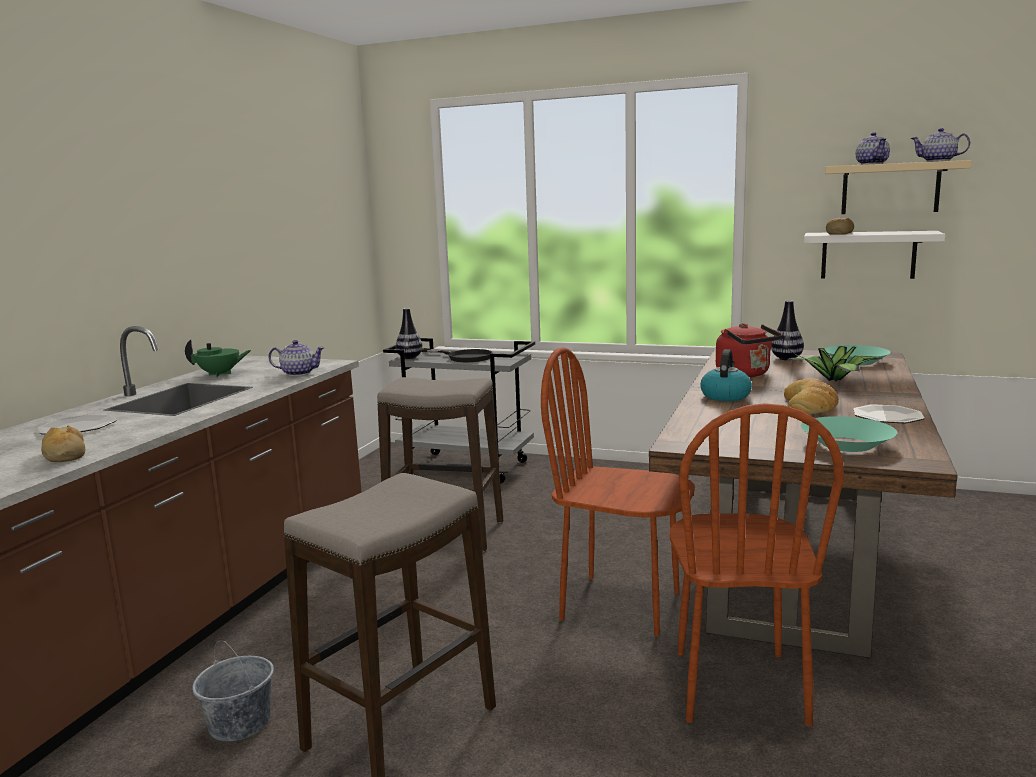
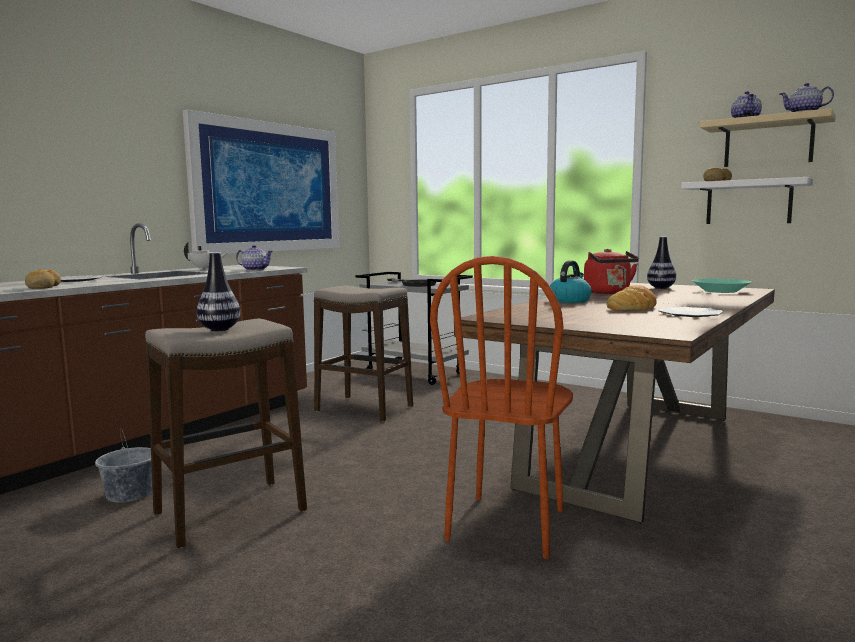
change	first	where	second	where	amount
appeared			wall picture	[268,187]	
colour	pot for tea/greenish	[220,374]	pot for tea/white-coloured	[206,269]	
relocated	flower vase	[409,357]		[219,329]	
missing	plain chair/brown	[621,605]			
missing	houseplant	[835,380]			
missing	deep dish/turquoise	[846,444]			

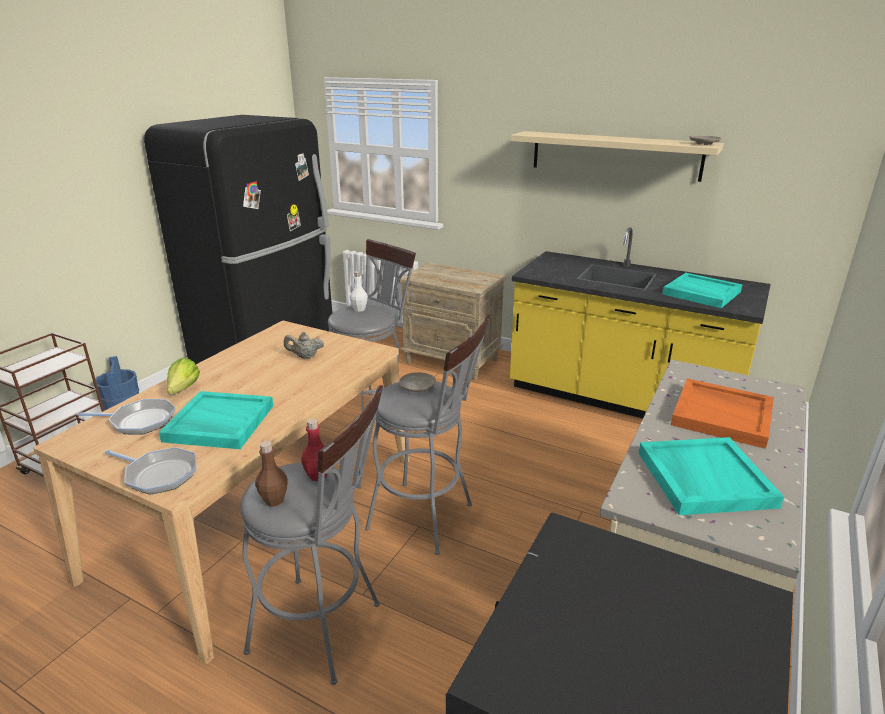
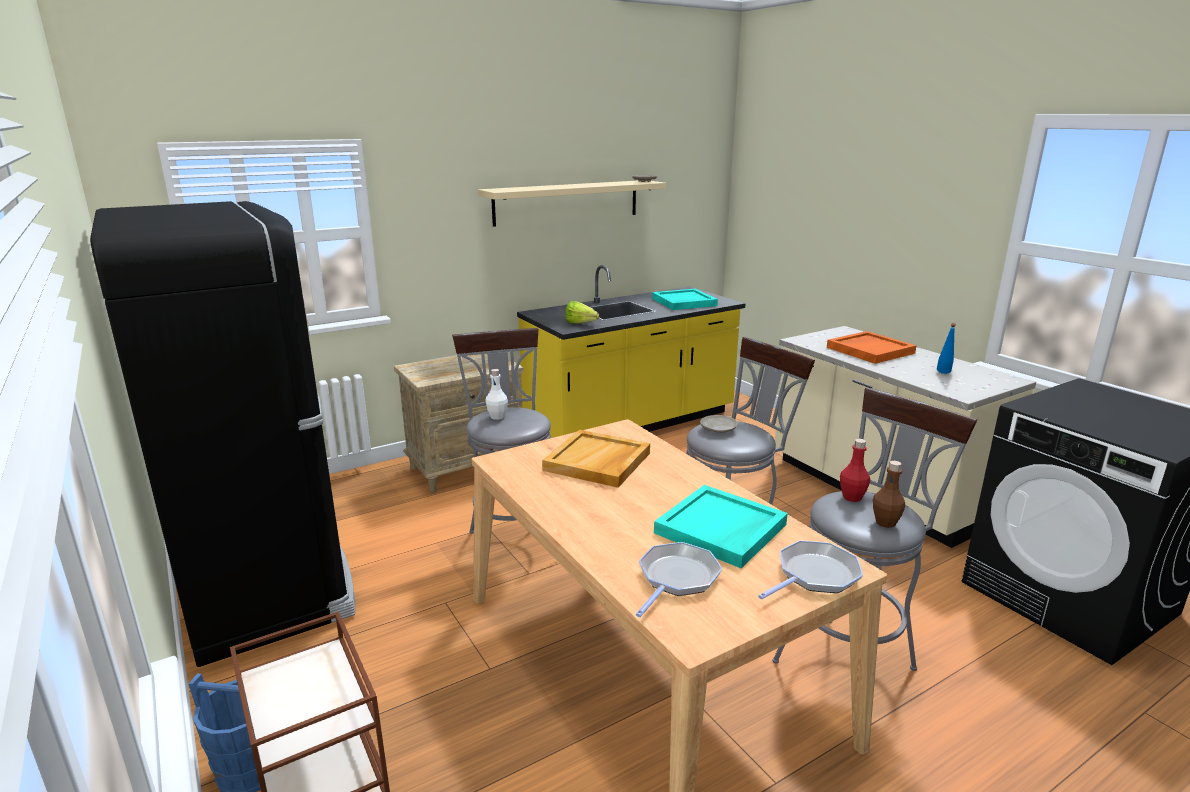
change	first	where	second	where	amount
exchanged	pot for tea/sand-coloured	[305,357]	serving tray/sand-coloured	[597,462]	
relocated	lettuce	[181,392]		[582,324]	
exchanged	serving tray/turquoise	[703,478]	bottle/blue	[943,374]	

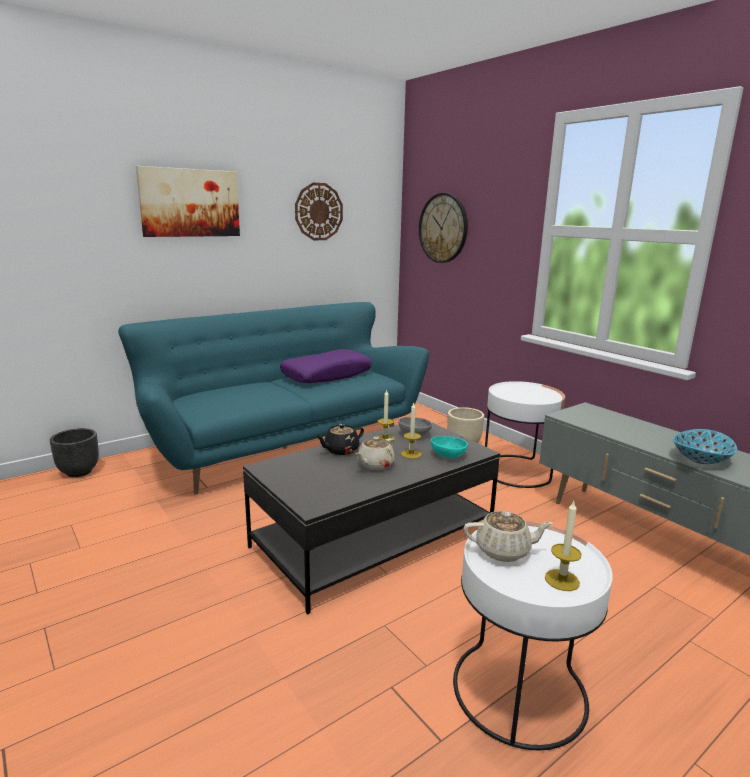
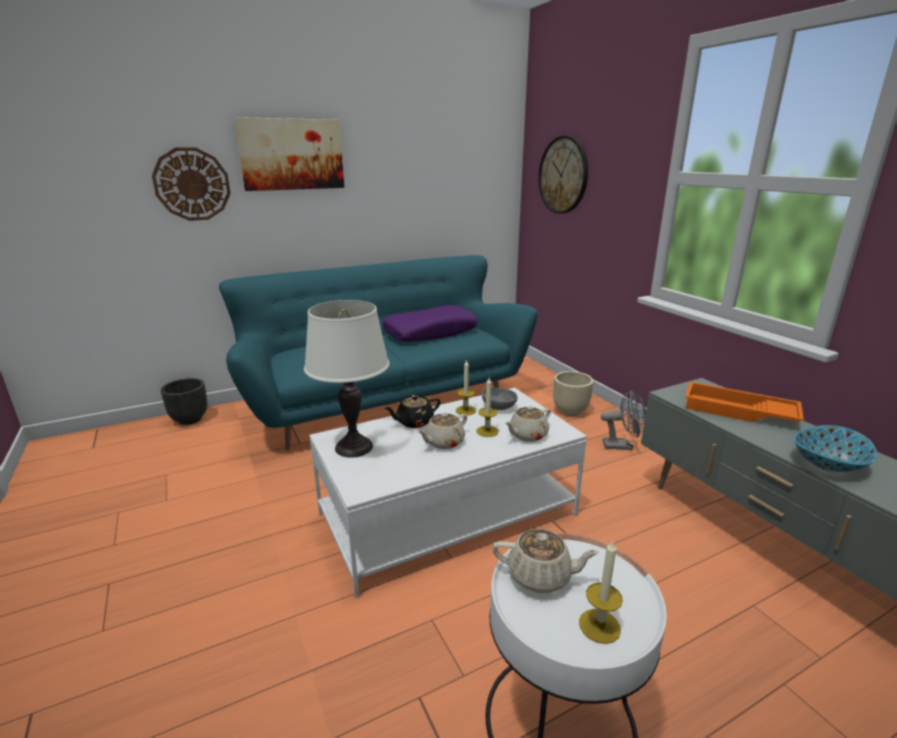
change	first	where	second	where	amount
relocated	clock on the wall	[318,211]		[192,184]	
appeared			tabletop lamp/white-coloured	[354,447]	
colour	lounge table/black-coloured	[374,538]	lounge table/white-coloured	[448,514]	
exchanged	deep dish/turquoise	[448,455]	pot for tea/sand-coloured	[527,435]	
exchanged	end table/white-coloured	[517,471]	cooling fan/grey	[622,445]	
appeared			serving tray/orange-coloured	[738,412]	

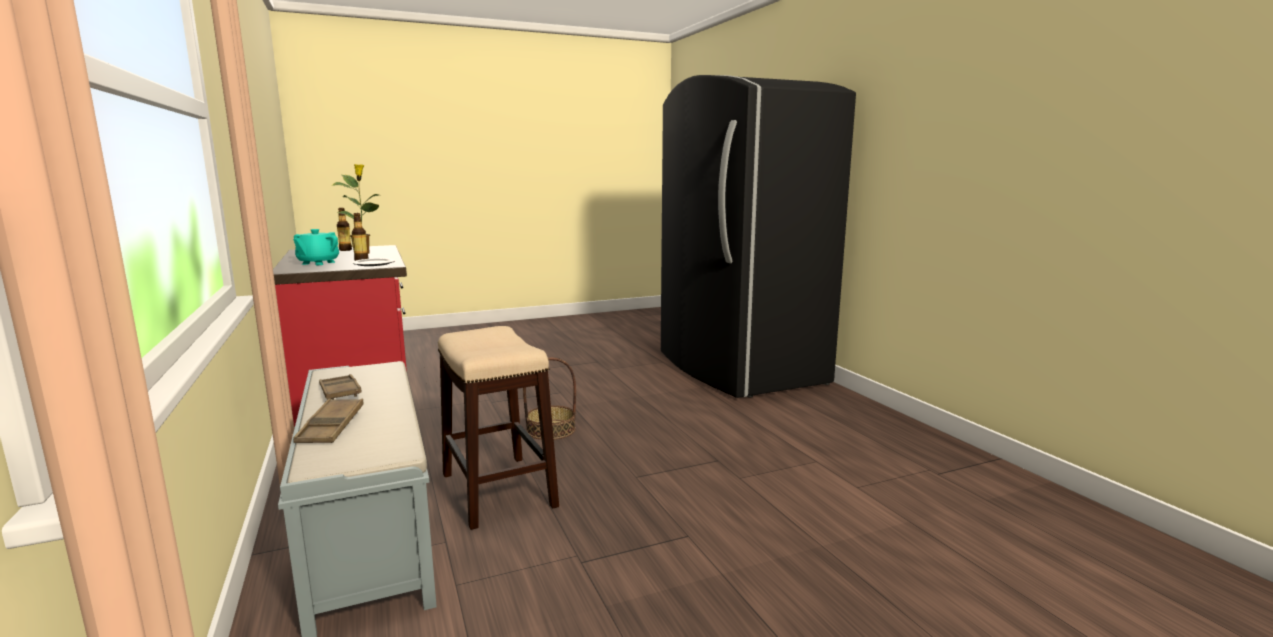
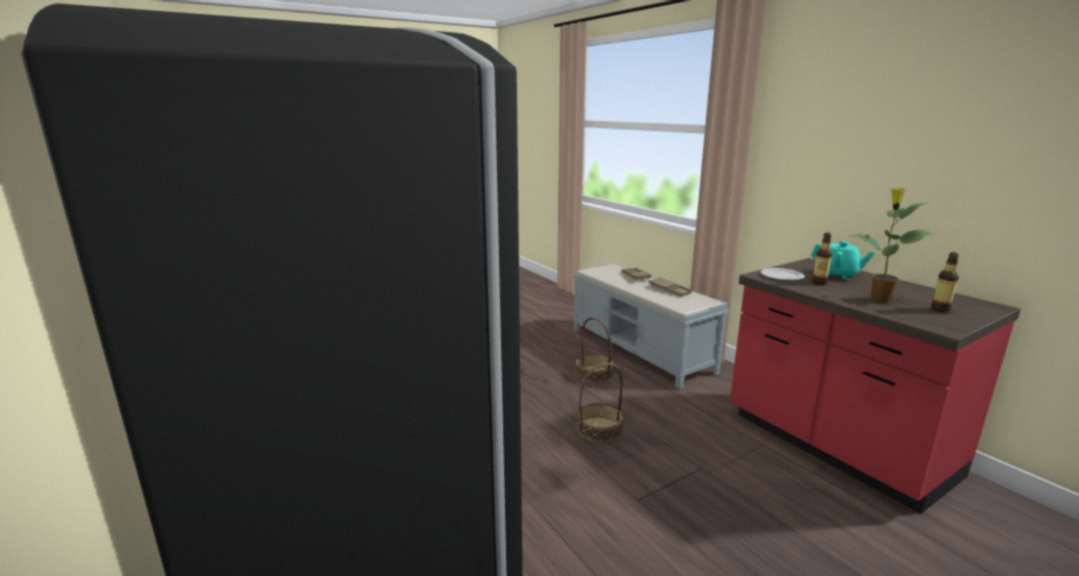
change	first	where	second	where	amount
exchanged	stool	[497,489]	storage basket	[594,374]	
spun	pot for tea/turquoise	[318,263]		[838,275]	120 degrees clockwise

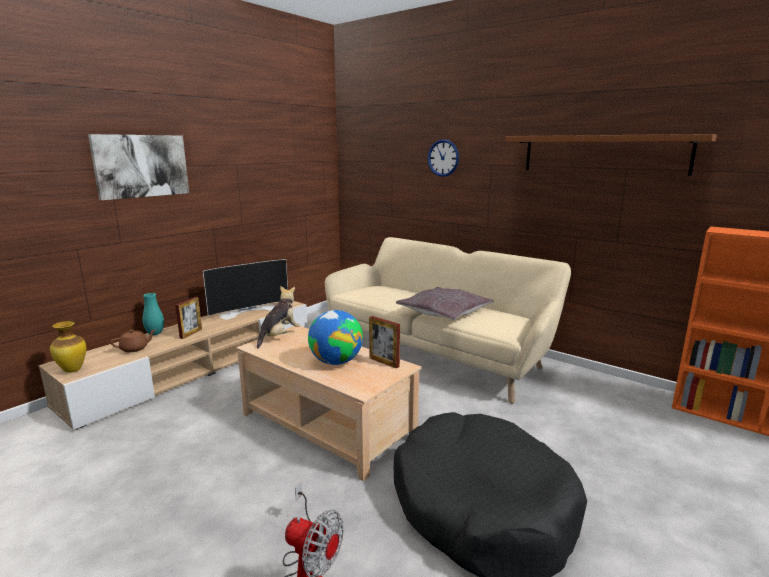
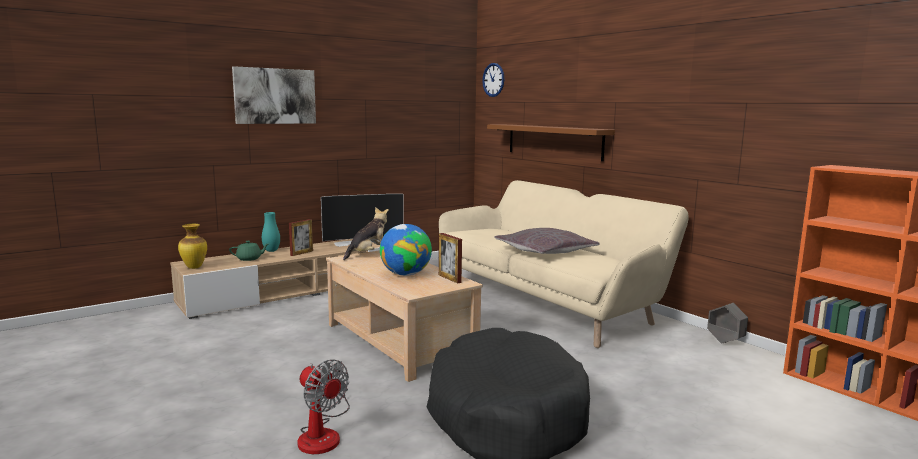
change	first	where	second	where	amount
colour	pot for tea/brown	[135,348]	pot for tea/greenish	[249,259]	
relocated	clock on the wall	[443,158]		[493,80]	
relocated	bracket shelf/brown	[603,154]		[553,141]	
appeared			flower pot/grey	[725,341]	

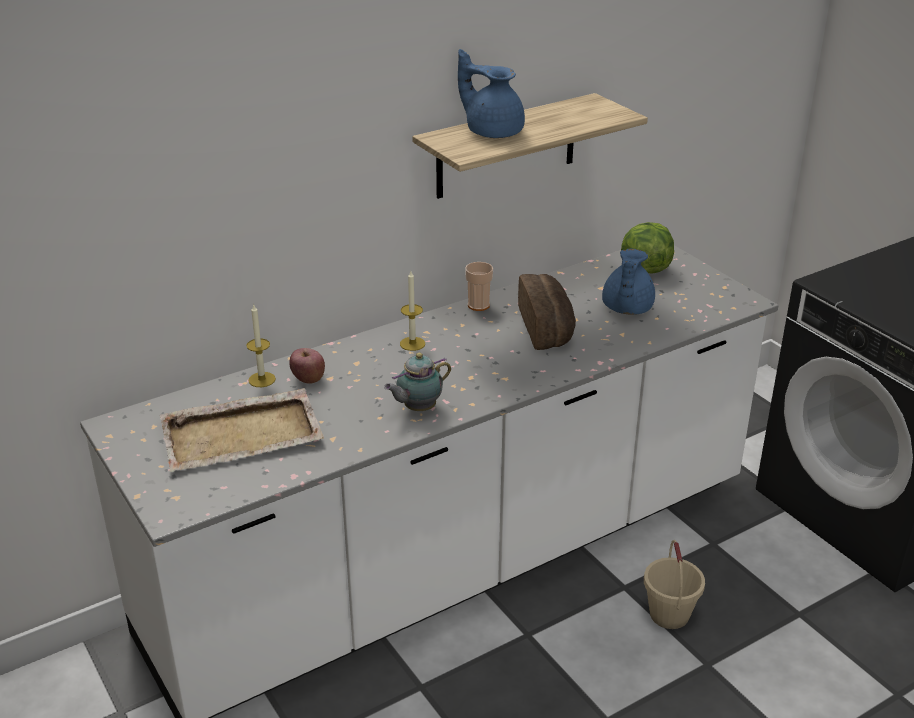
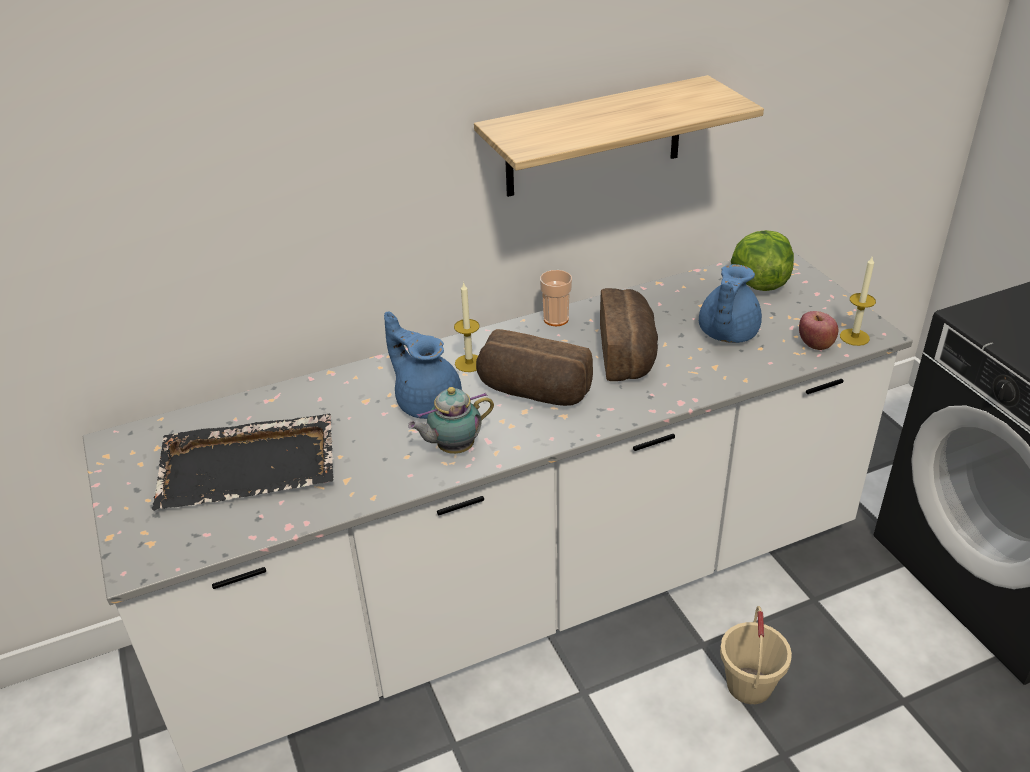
change	first	where	second	where	amount
colour	serving tray/sand-coloured	[243,434]	serving tray/black-coloured	[249,466]	
relocated	pot for tea/blue	[492,131]		[427,401]	
appeared			bread	[533,392]	
relocated	whole apple	[308,379]		[815,344]	
relocated	wax candle	[262,379]		[854,337]	

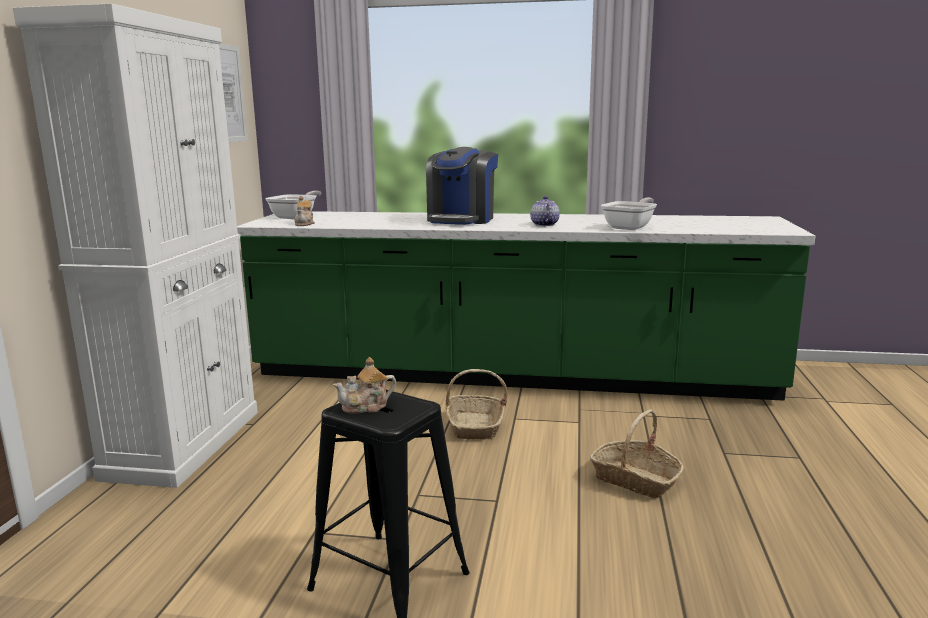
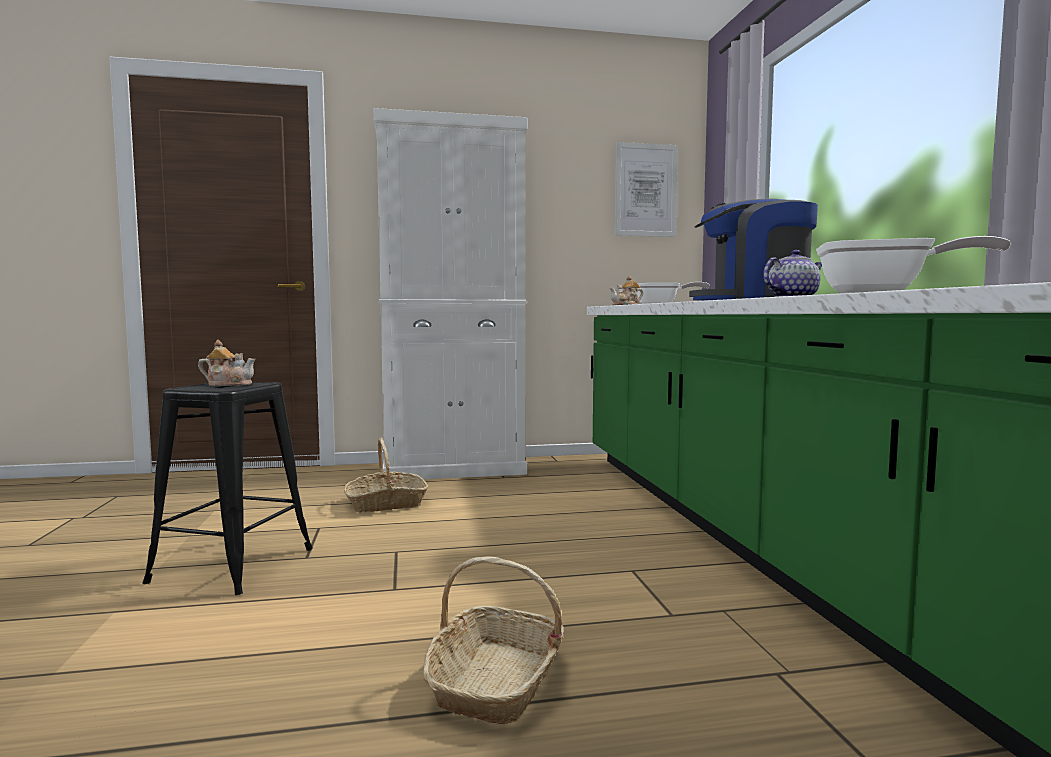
change	first	where	second	where	amount
spun	pot for tea	[366,407]		[229,384]	135 degrees clockwise
relocated	storage basket	[475,426]		[386,504]	

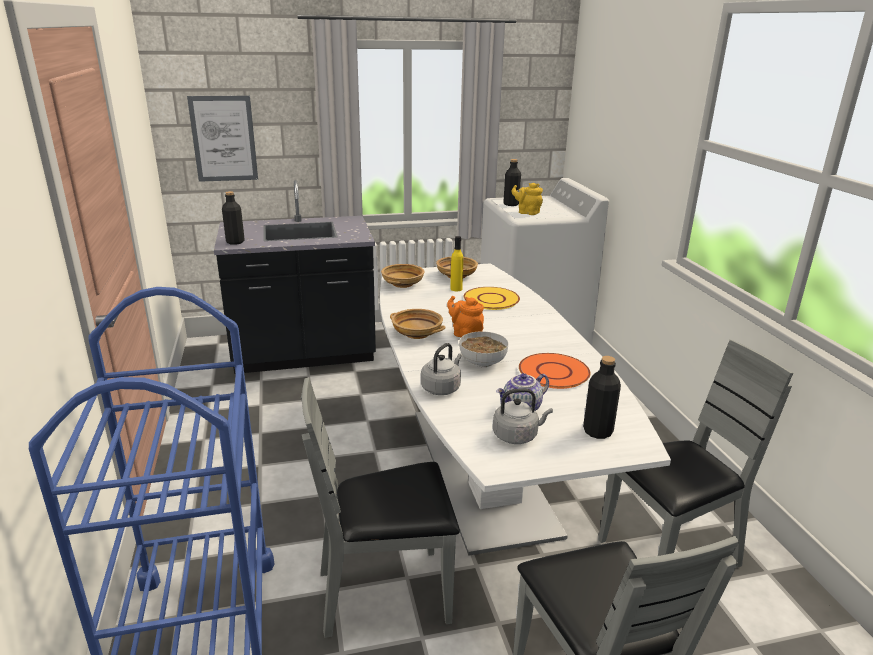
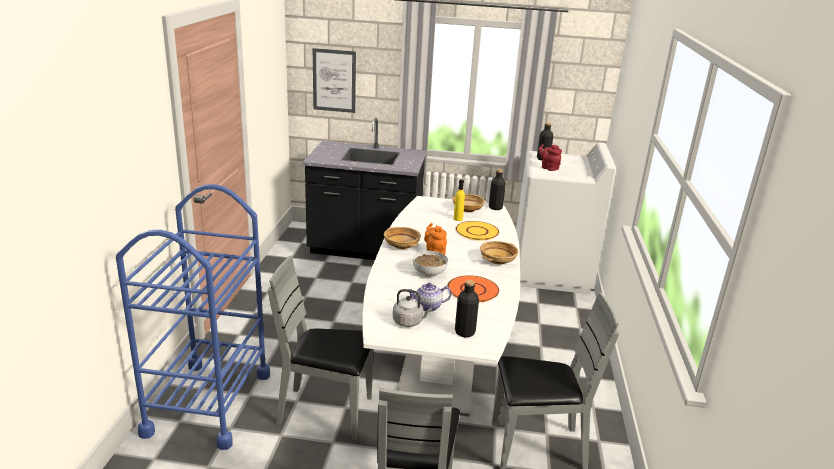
change	first	where	second	where	amount
relocated	deep dish/sand-coloured	[402,284]		[497,260]	
relocated	bottle/black-coloured	[235,242]		[495,207]	
colour	pot for tea/yellow-coloured	[527,212]	pot for tea/red	[548,168]	
missing	kettle/grey	[442,388]			

